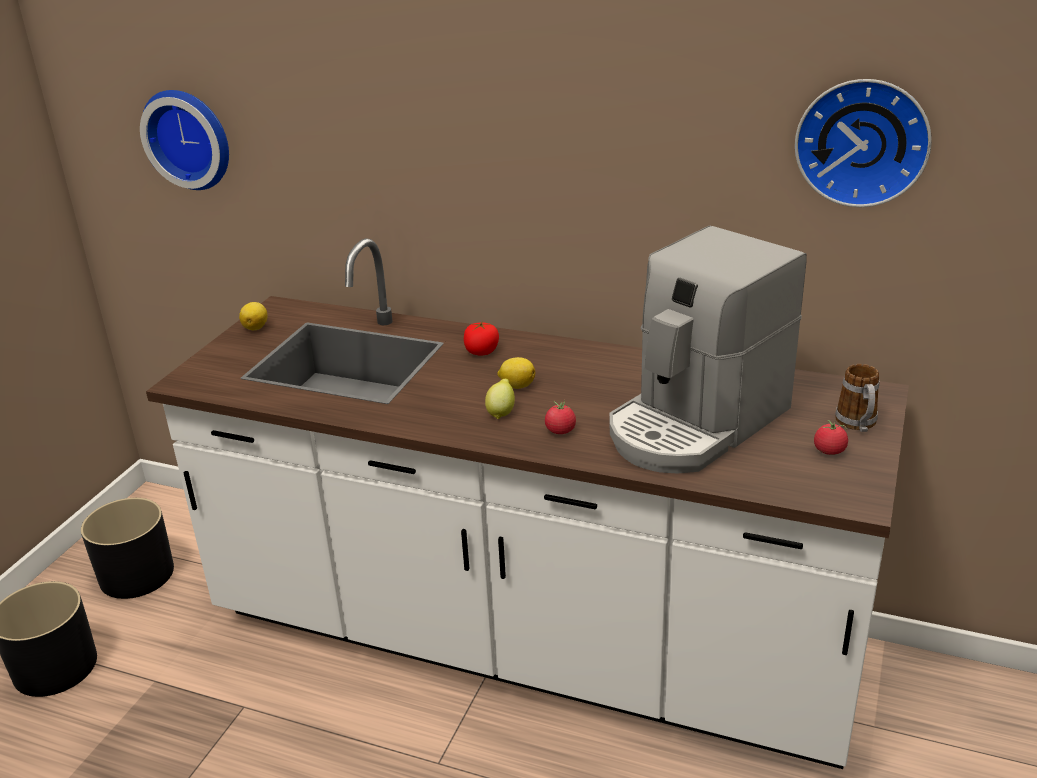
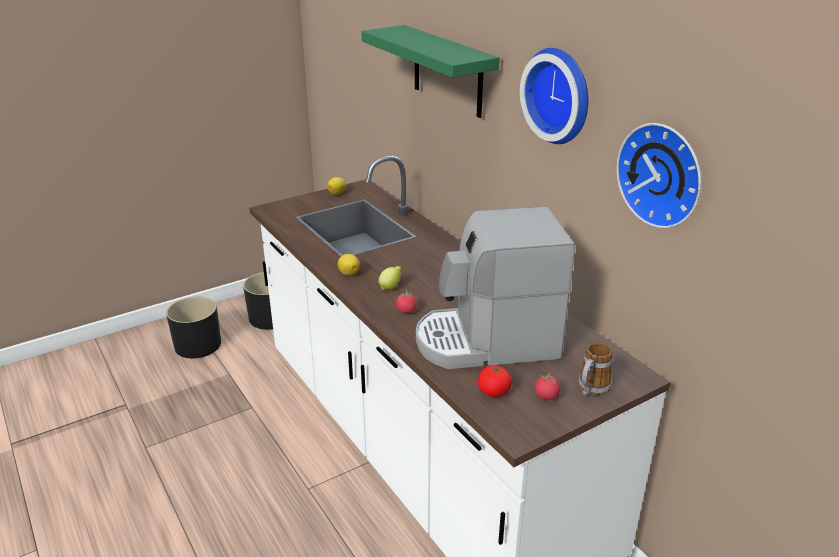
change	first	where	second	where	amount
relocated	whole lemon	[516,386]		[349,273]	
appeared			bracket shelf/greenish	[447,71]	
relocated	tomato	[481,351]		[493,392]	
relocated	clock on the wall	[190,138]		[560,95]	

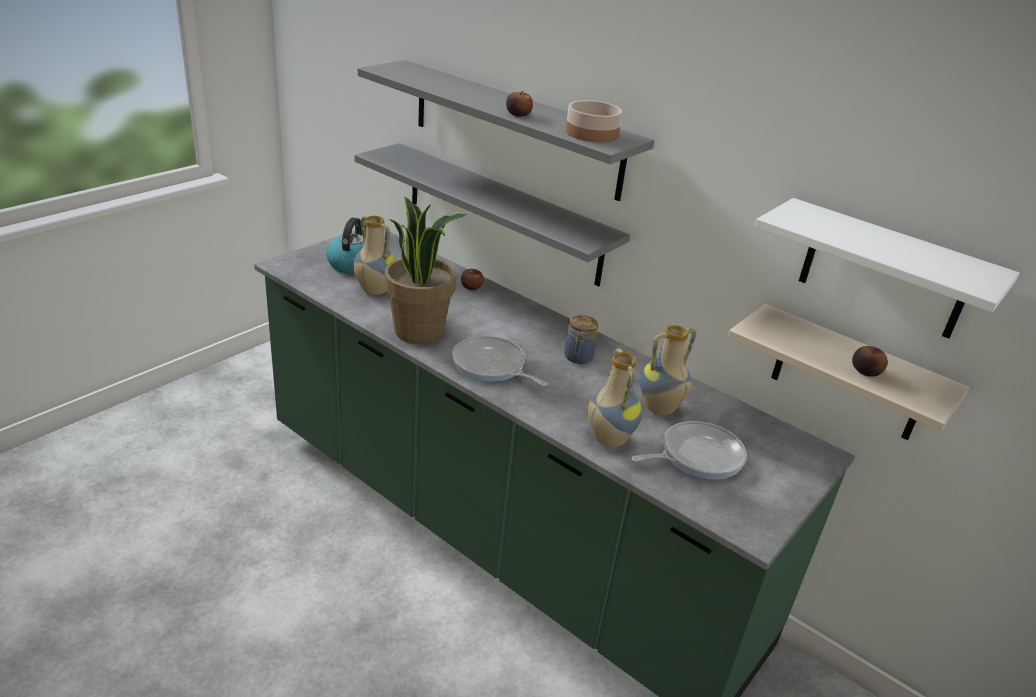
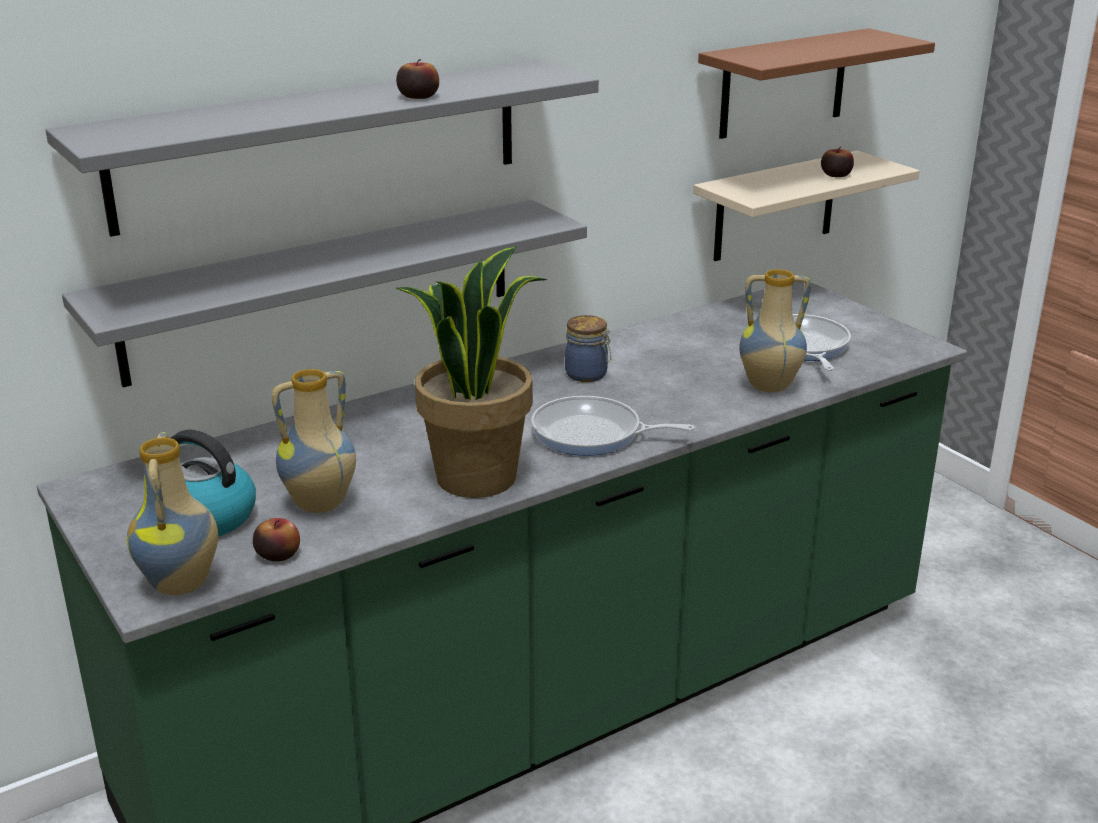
change	first	where	second	where	amount
relocated	flower vase	[659,409]		[183,584]	
relocated	whole apple	[471,287]		[278,554]	
spun	frying pan	[491,366]		[592,434]	45 degrees clockwise
colour	bracket shelf/white-coloured	[884,270]	bracket shelf/brown	[783,83]	
missing	deep dish	[591,134]			

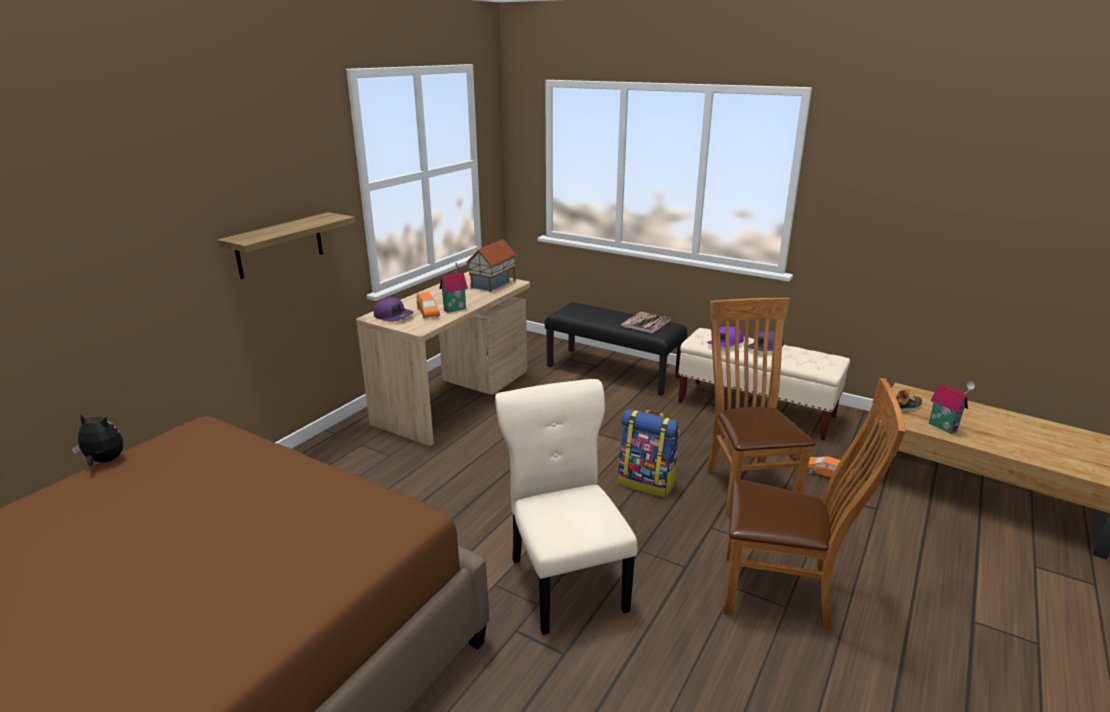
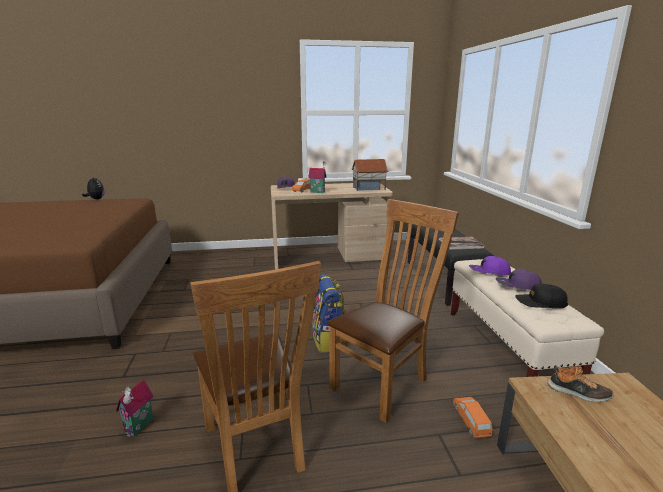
change	first	where	second	where	amount
relocated	toy house	[944,427]		[140,427]	
appeared			baseball cap/black-coloured	[540,302]	
missing	bracket shelf	[280,245]			
missing	plain chair/sand-coloured	[566,580]			

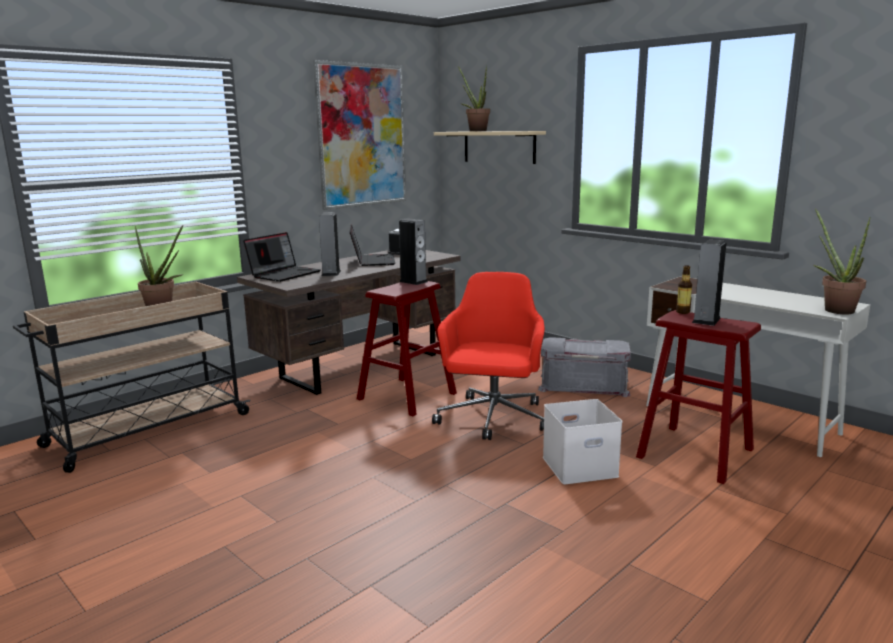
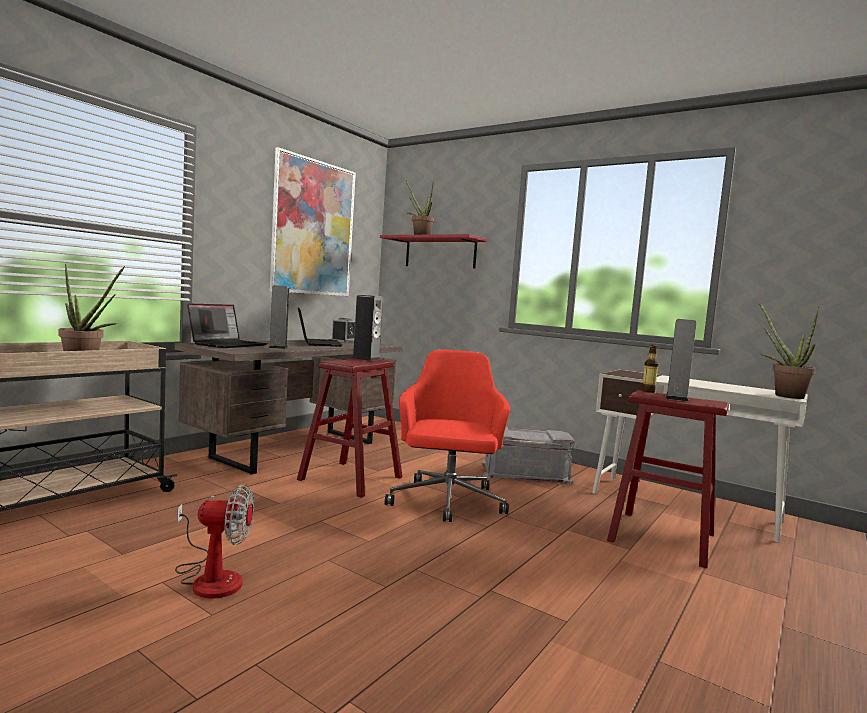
change	first	where	second	where	amount
appeared			cooling fan	[211,578]	
colour	bracket shelf/sand-coloured	[499,147]	bracket shelf/red	[440,253]	
missing	storage container/white-coloured	[580,466]			

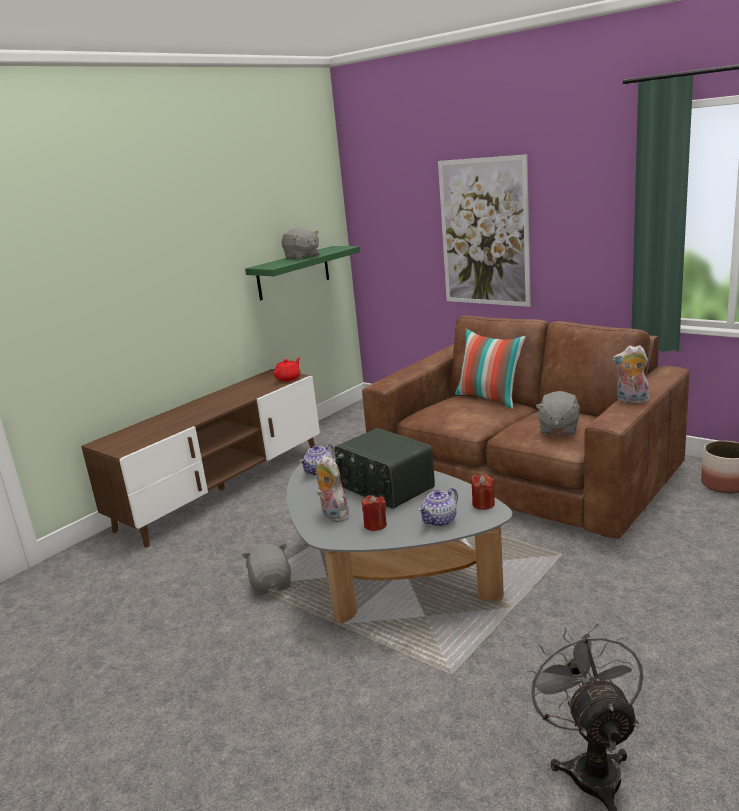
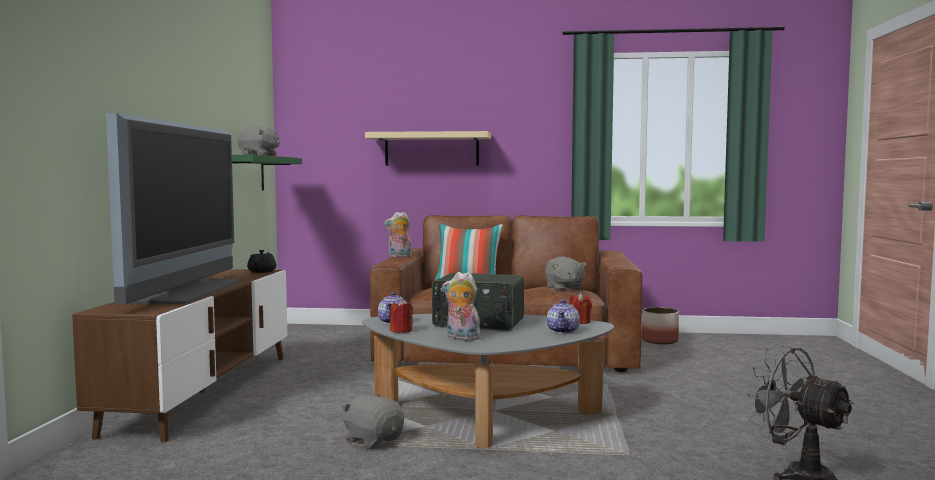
change	first	where	second	where	amount
appeared			television	[187,291]	
colour	pot for tea/red	[288,378]	pot for tea/black-coloured	[262,271]	
exchanged	wall picture	[484,233]	bracket shelf/sand-coloured	[431,149]	
relocated	soft toy	[631,401]		[399,256]	
relocated	wax candle/red	[375,525]		[401,331]	

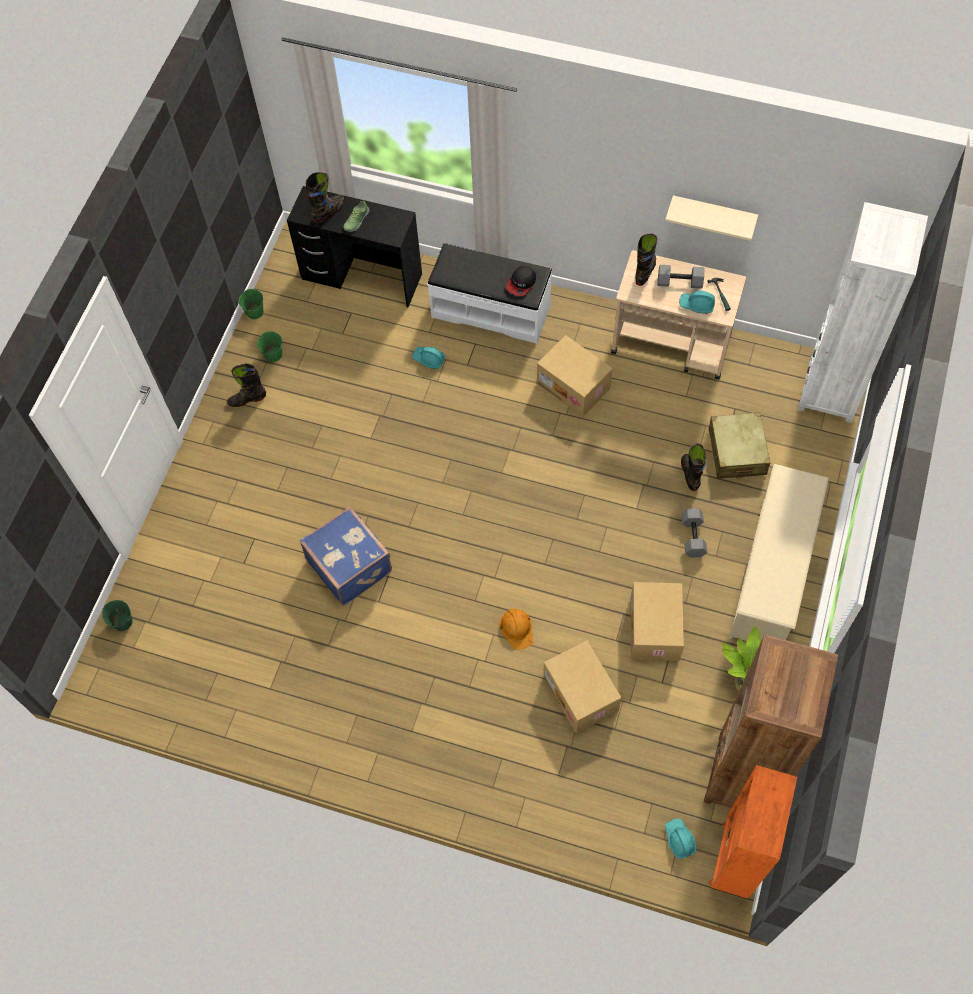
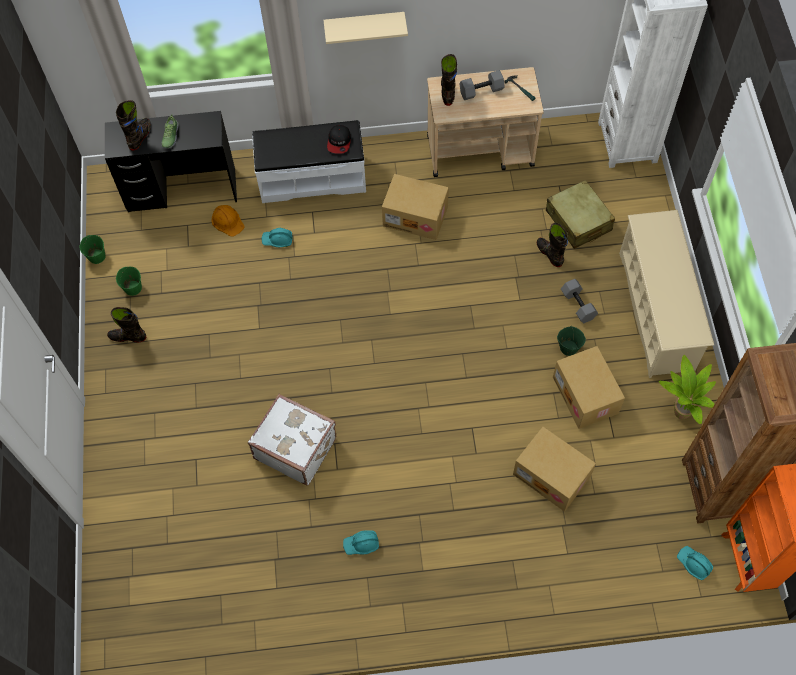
change	first	where	second	where	amount
spun	tall boot/black-coloured	[247,399]		[128,337]	45 degrees clockwise
relocated	safety helmet/orange-coloured	[517,628]		[227,221]	
colour	travel case/blue	[350,565]	travel case/white-coloured	[296,447]	
relocated	bracket shelf/sand-coloured	[713,215]		[364,26]	
relocated	safety helmet/turquoise	[697,305]		[361,544]	
relocated	bucket/greenish	[122,622]		[568,348]	

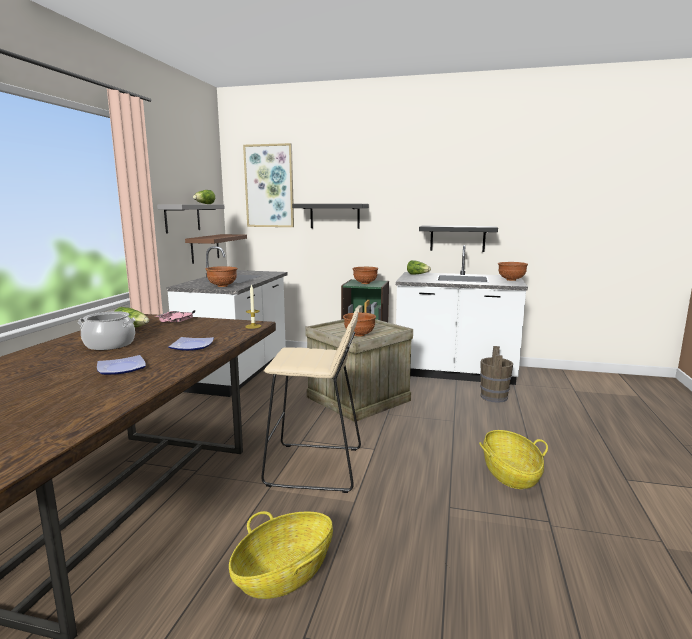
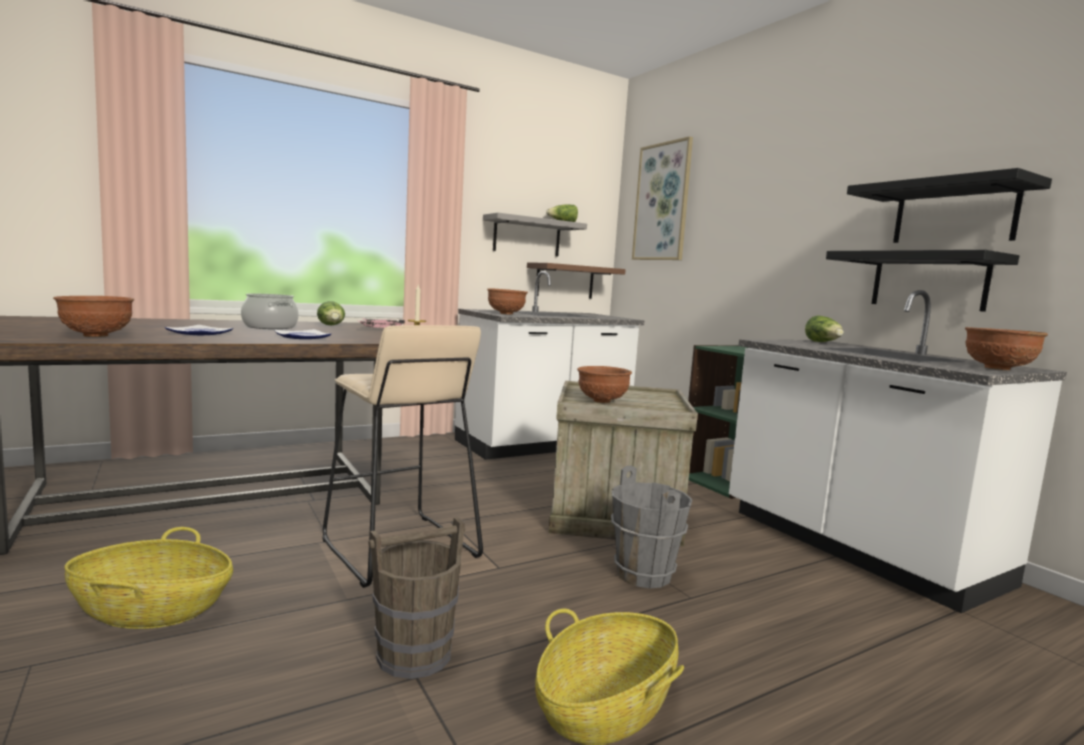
change	first	where	second	where	amount
relocated	deep dish/brown	[365,283]		[96,336]	
relocated	bucket/brown	[494,397]		[415,655]	
appeared			bucket/grey	[644,574]	
relocated	bracket shelf/black-coloured	[334,216]		[954,214]	

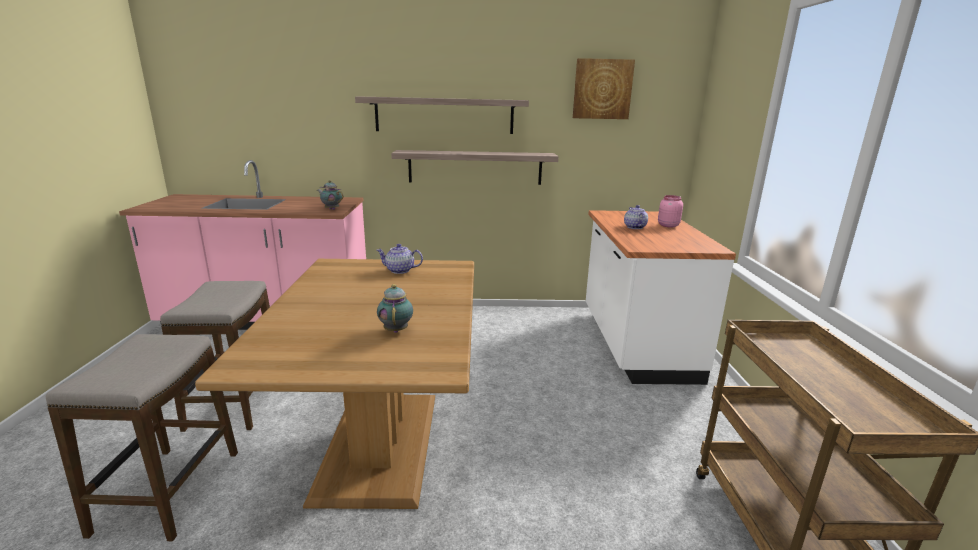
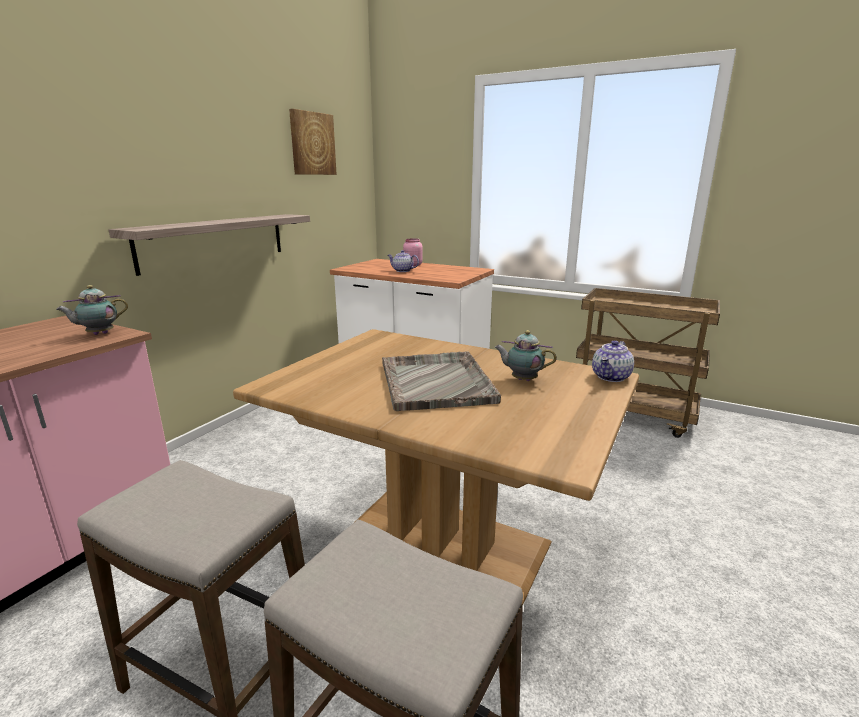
change	first	where	second	where	amount
appeared			serving tray/grey	[436,382]	
relocated	pot for tea	[399,270]		[611,377]	
missing	bracket shelf	[444,115]			

